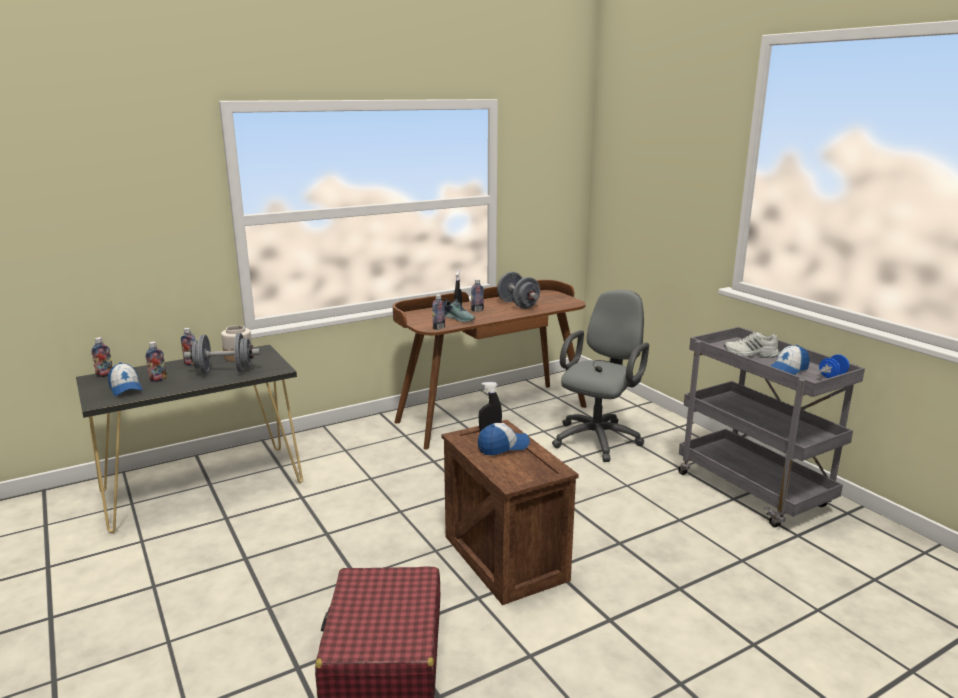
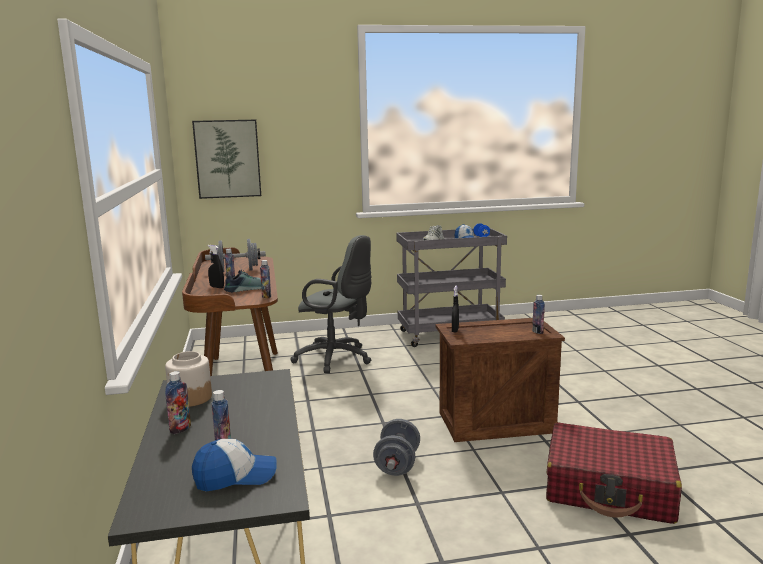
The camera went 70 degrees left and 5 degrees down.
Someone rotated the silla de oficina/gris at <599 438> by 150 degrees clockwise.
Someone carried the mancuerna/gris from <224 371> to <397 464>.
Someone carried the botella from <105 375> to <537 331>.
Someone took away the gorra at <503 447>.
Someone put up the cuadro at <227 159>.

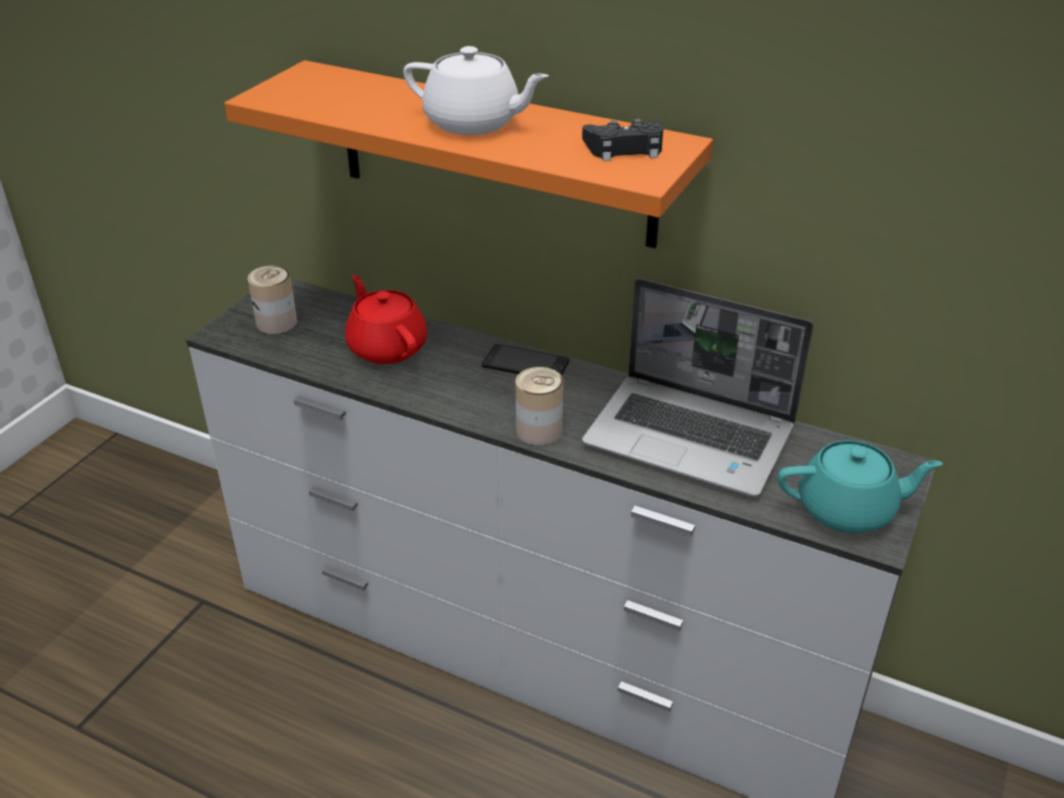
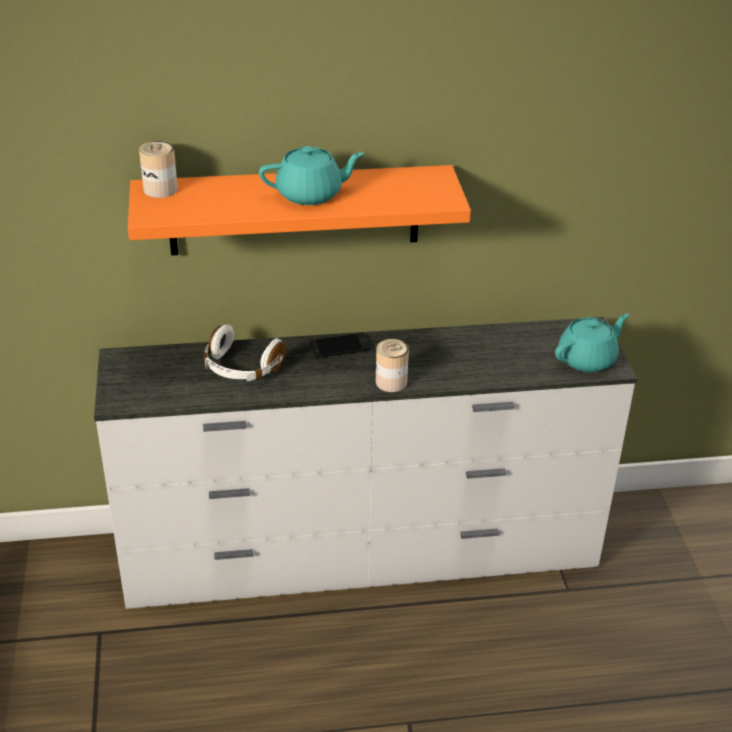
The camera went 35 degrees left and 0 degrees up.
Someone repainted the tetera/blanco at <473 123>, which became the tetera/turquesa at <310 194>.
Someone took away the mando de consola/negro at <625 148>.
Someone carried the lata from <276 322> to <160 189>.
Someone swapped the tetera/rojo at <387 347> for the auriculares/blanco at <241 368>.
Someone took away the portátil at <692 437>.

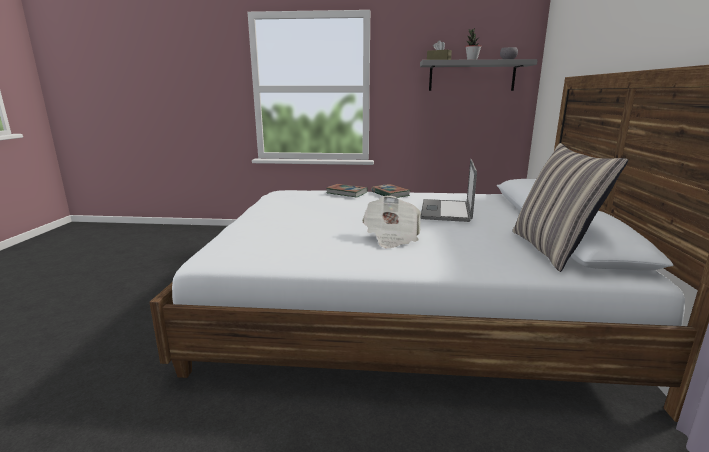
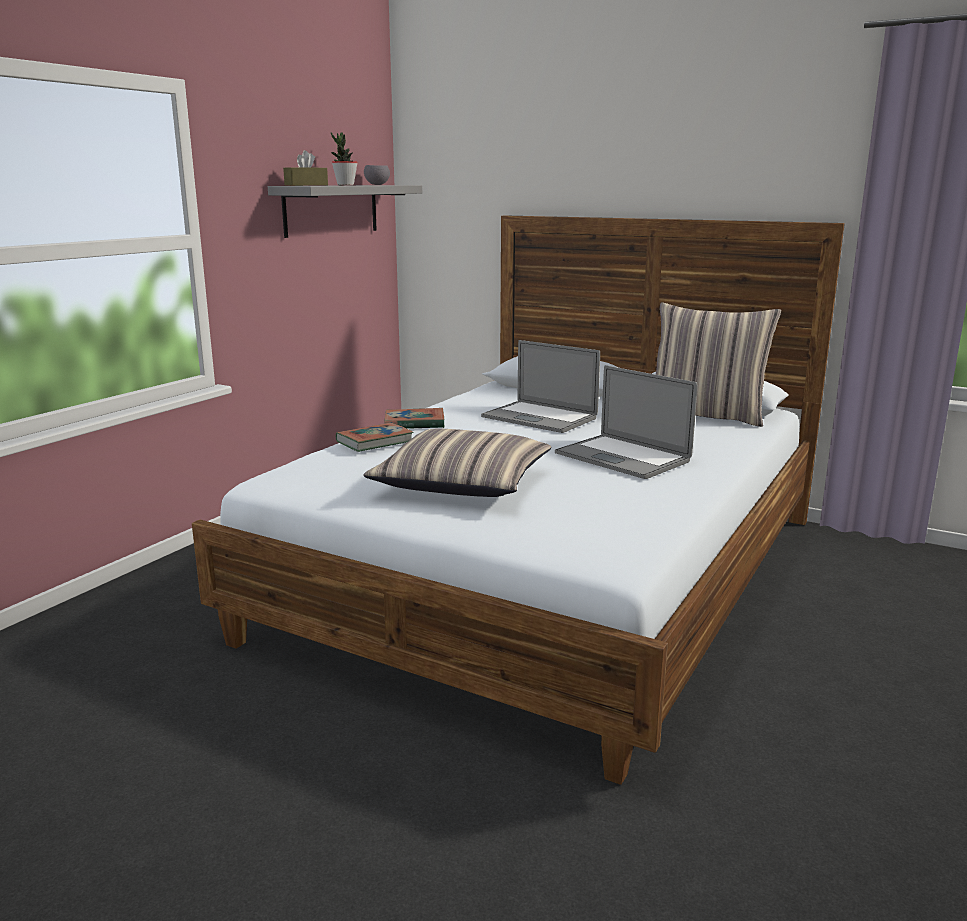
The camera went 65 degrees left and 0 degrees up.
Someone swapped the periódico at <391 237> for the portátil at <622 457>.
Someone put down the cojín at <462 483>.

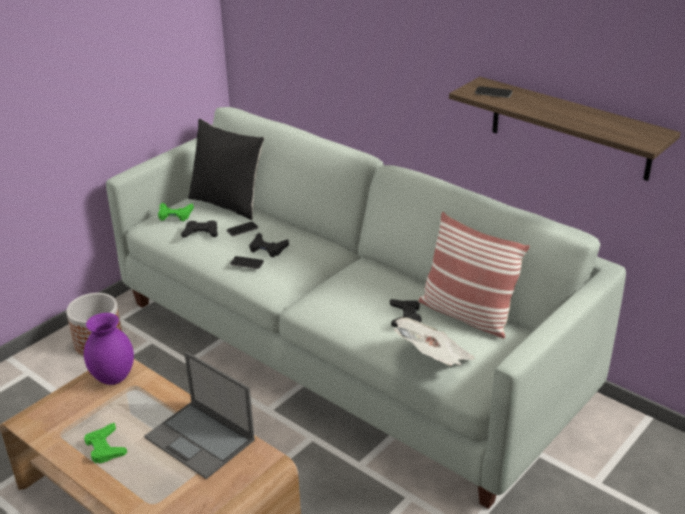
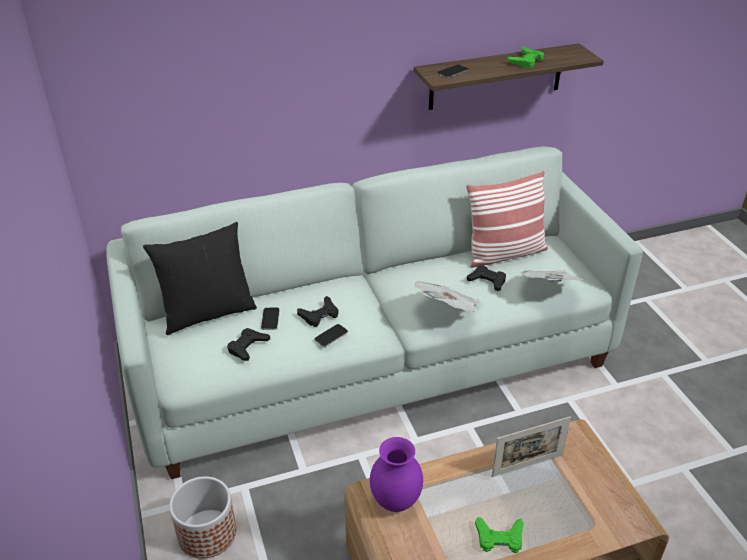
The camera went 60 degrees left and 5 degrees up.
Someone carried the mando de consola/verde from <175 215> to <526 61>.
Someone swapped the portátil at <201 439> for the portarretratos at <527 465>.
Someone put down the periódico at <449 310>.

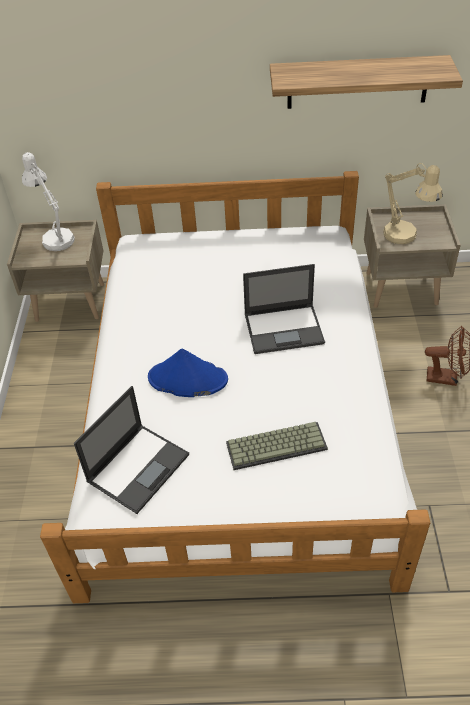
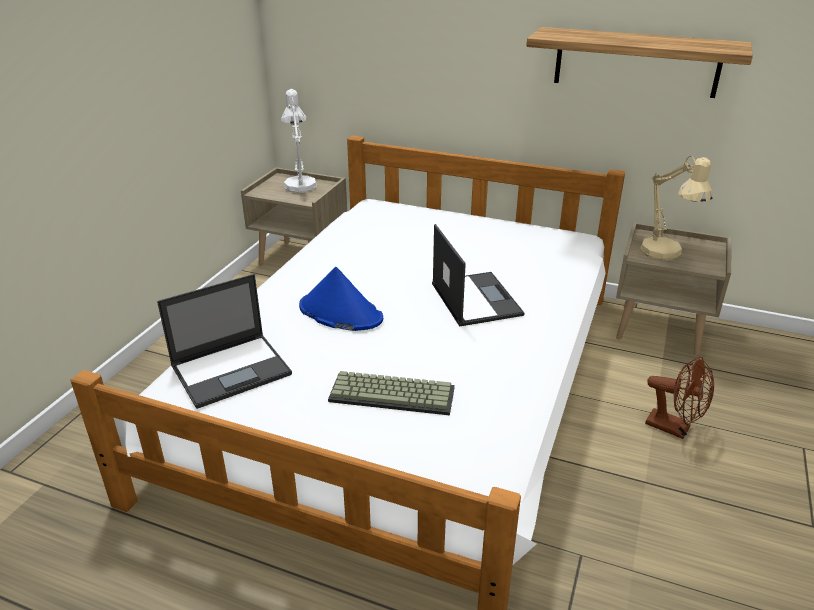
The camera went 20 degrees right and 15 degrees down.
Someone rotated the portátil at <284 328> by 120 degrees counterclockwise.

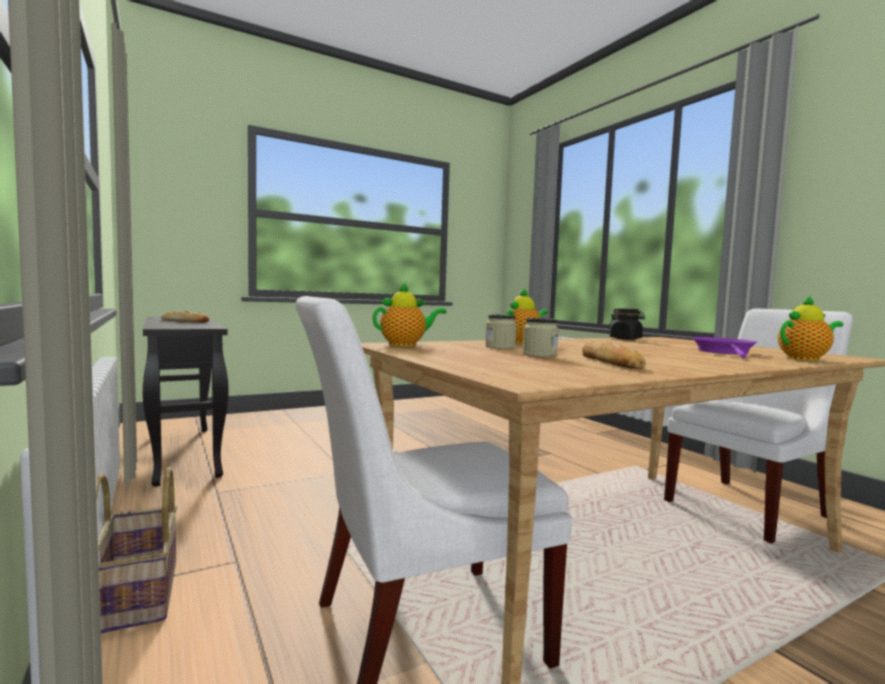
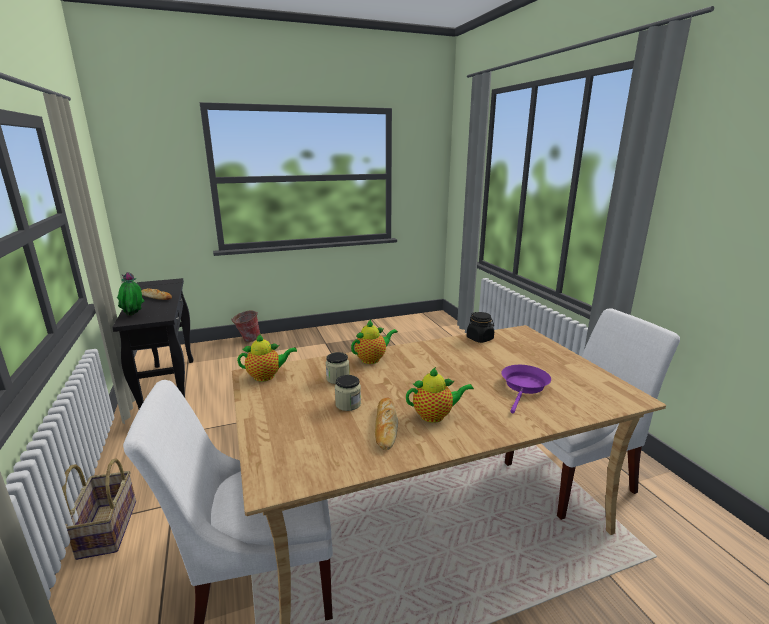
The camera went 10 degrees right and 15 degrees up.
Someone carried the tetera from <805 359> to <435 416>.
Someone put down the planta en maceta at <134 315>.
Someone put down the cubo at <247 340>.

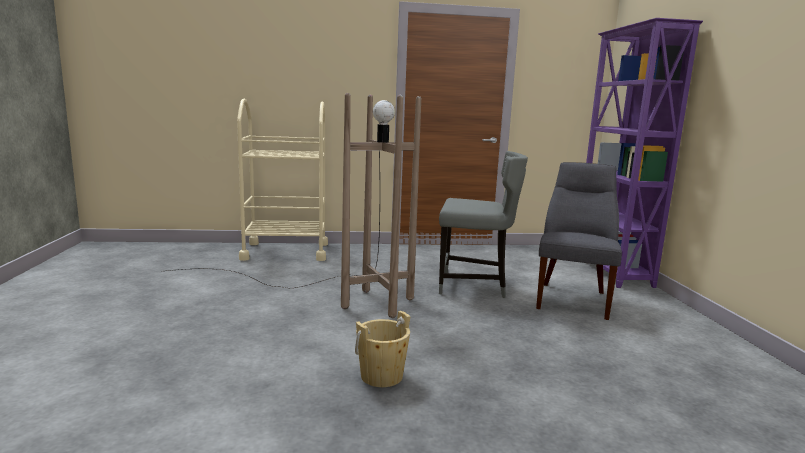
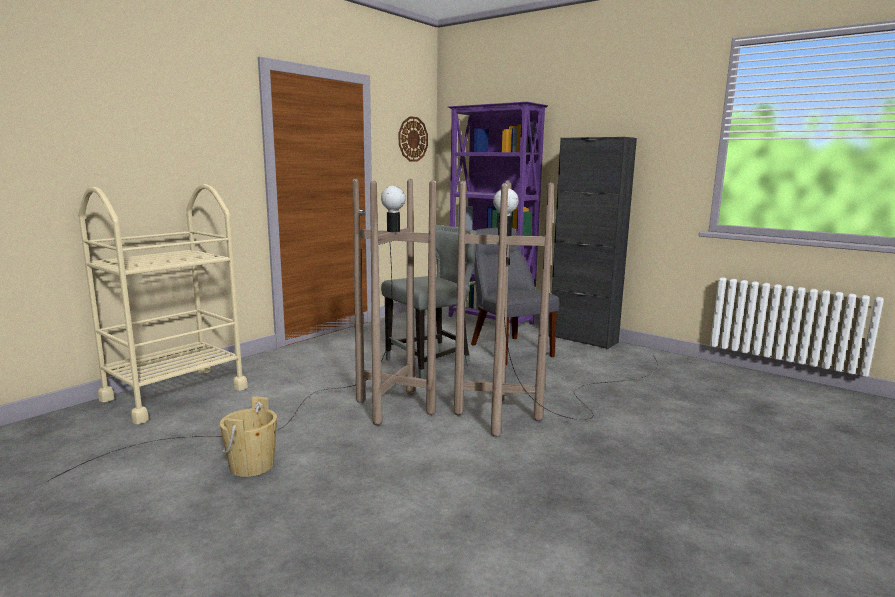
The camera went 45 degrees left and 0 degrees up.
Someone carried the cubo/beis from <381 376> to <252 465>.
Someone put up the reloj de pared at <412 139>.
Someone put down the armario/negro at <583 339>.
Someone put down the lámpara de pie/marrón at <553 404>.

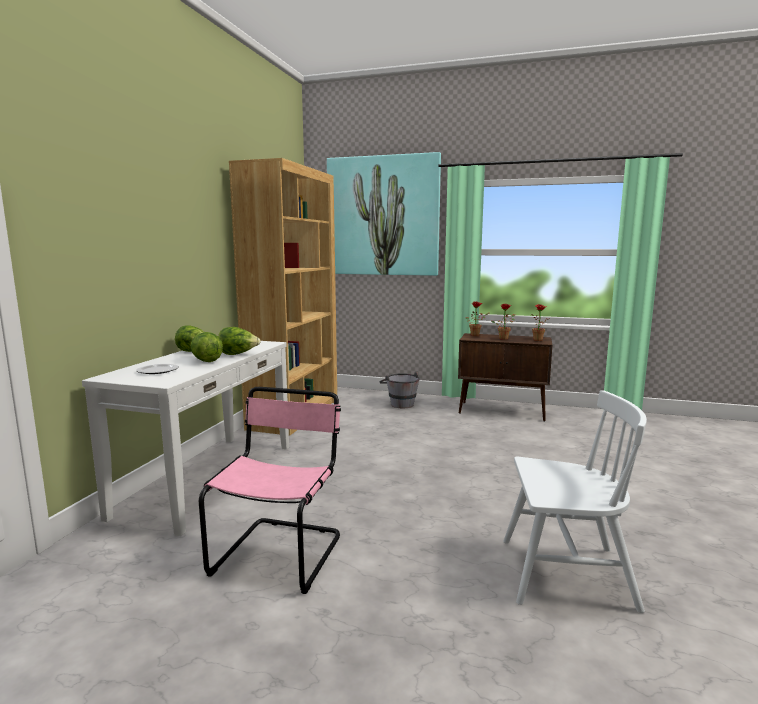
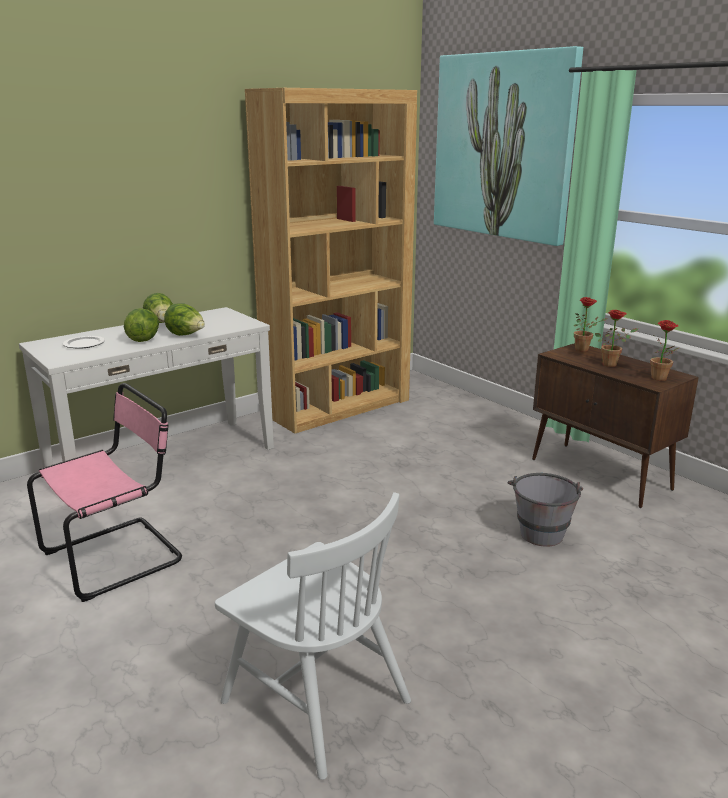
The camera went 35 degrees right and 10 degrees up.
Someone carried the cubo/gris from <400 403> to <540 530>.

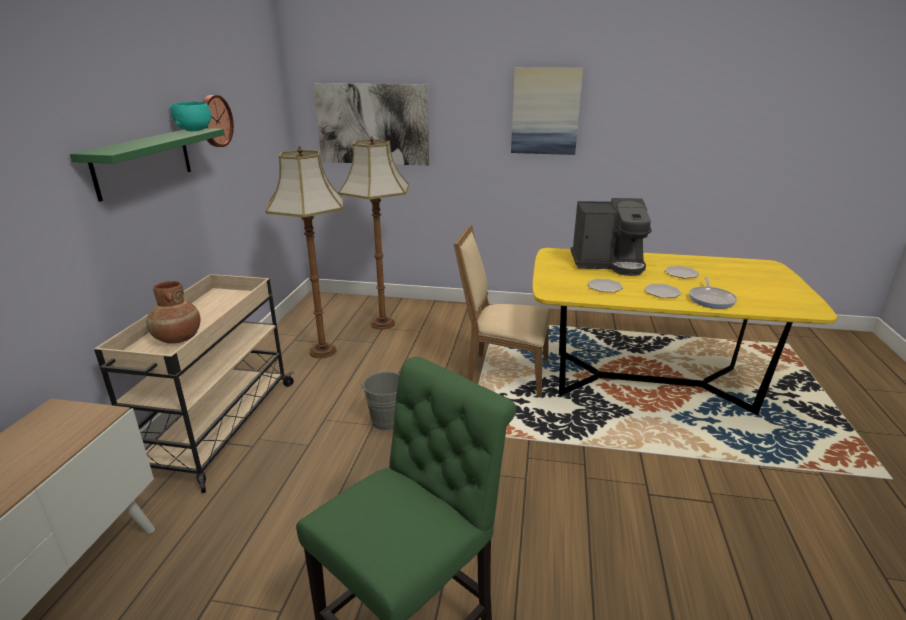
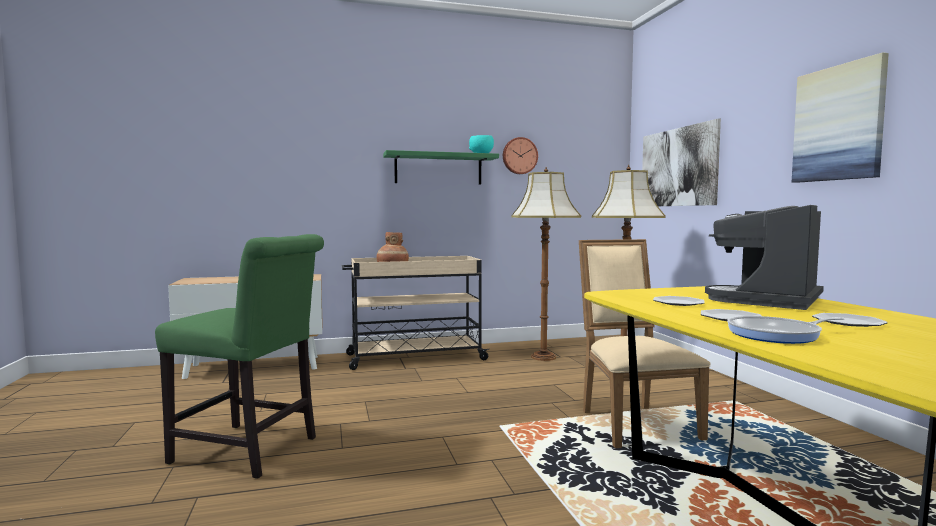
The camera went 65 degrees right and 20 degrees down.
Someone rotated the cafetera at <608 263> by 60 degrees clockwise.
Someone took away the cubo/gris at <387 423>.

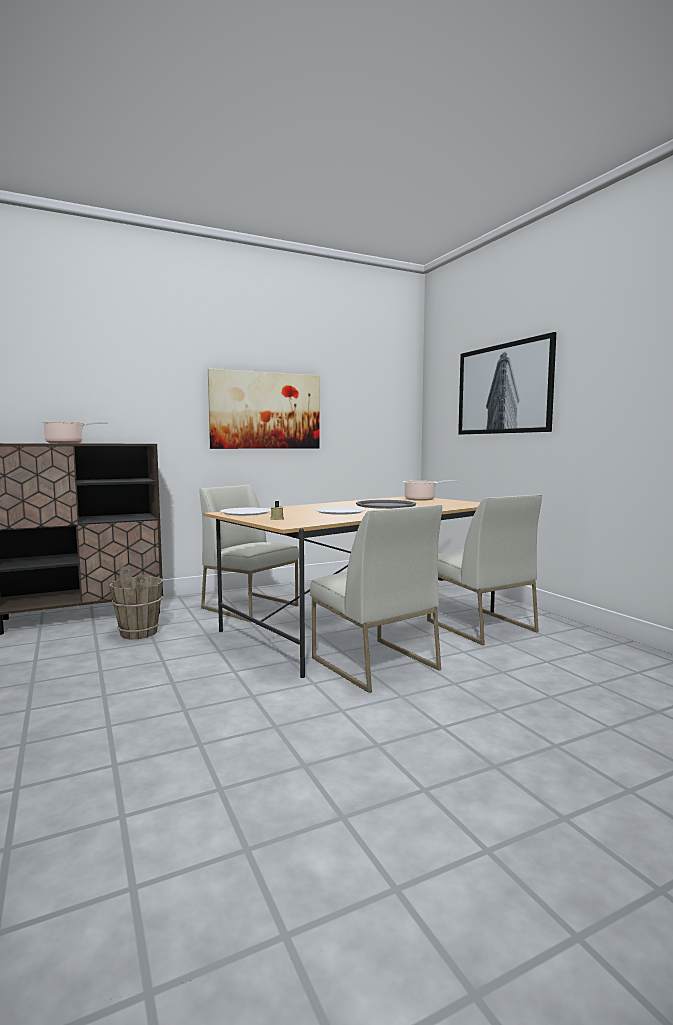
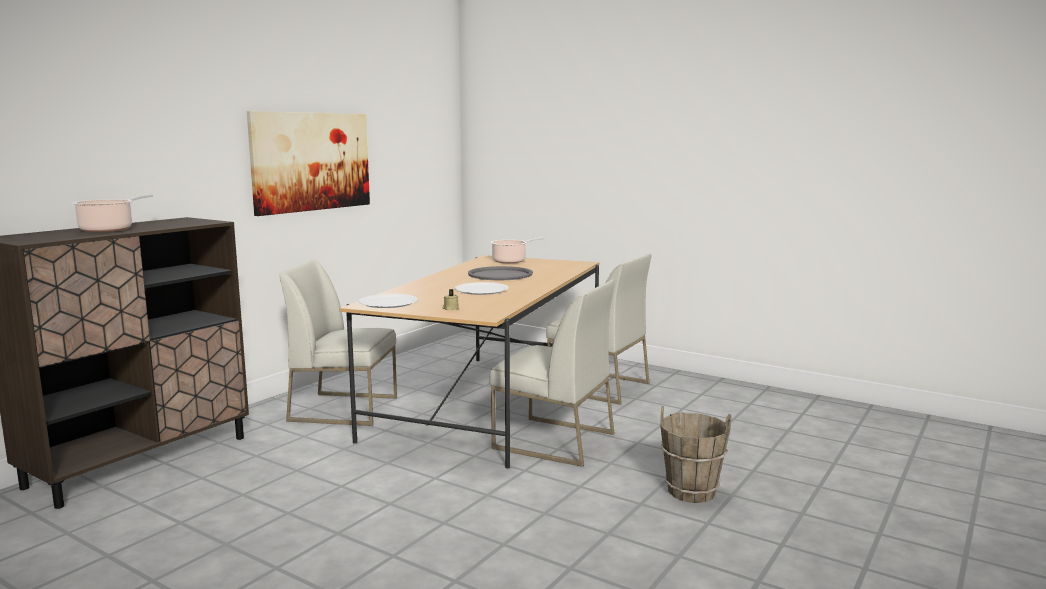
The camera went 30 degrees left and 5 degrees up.
Someone took away the cuadro at <503 389>.
Someone carried the cubo/marrón from <139 633> to <691 491>.

